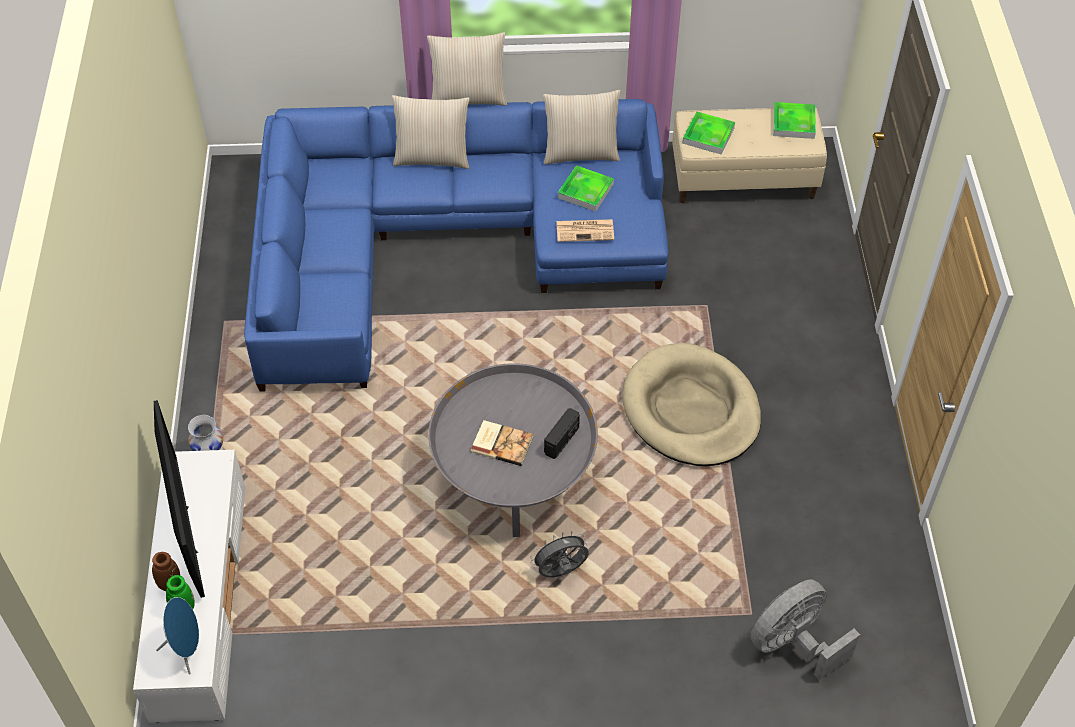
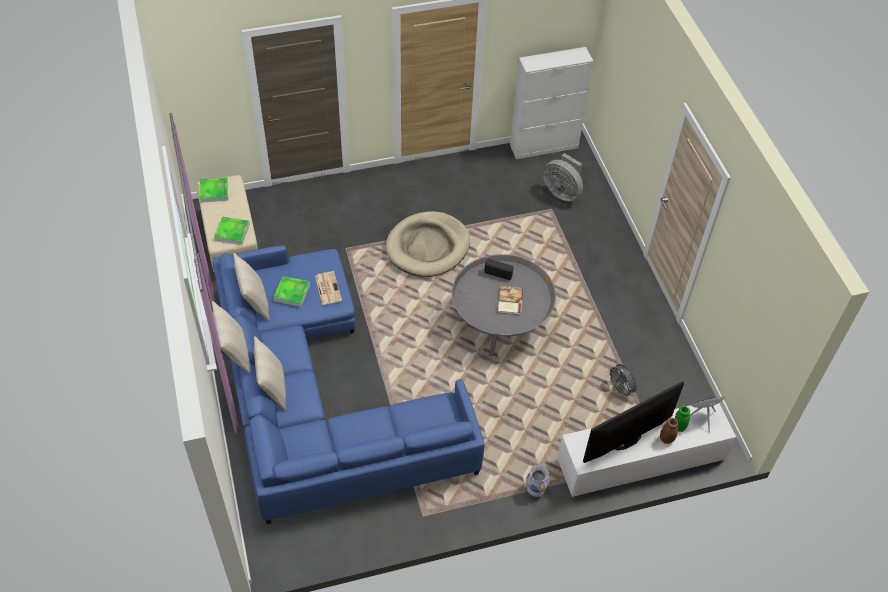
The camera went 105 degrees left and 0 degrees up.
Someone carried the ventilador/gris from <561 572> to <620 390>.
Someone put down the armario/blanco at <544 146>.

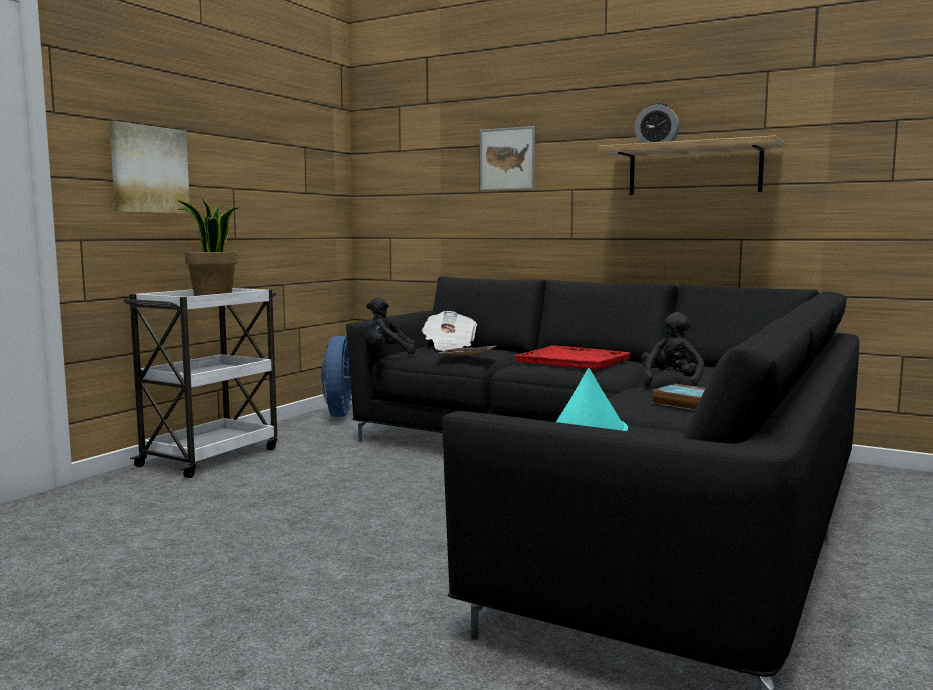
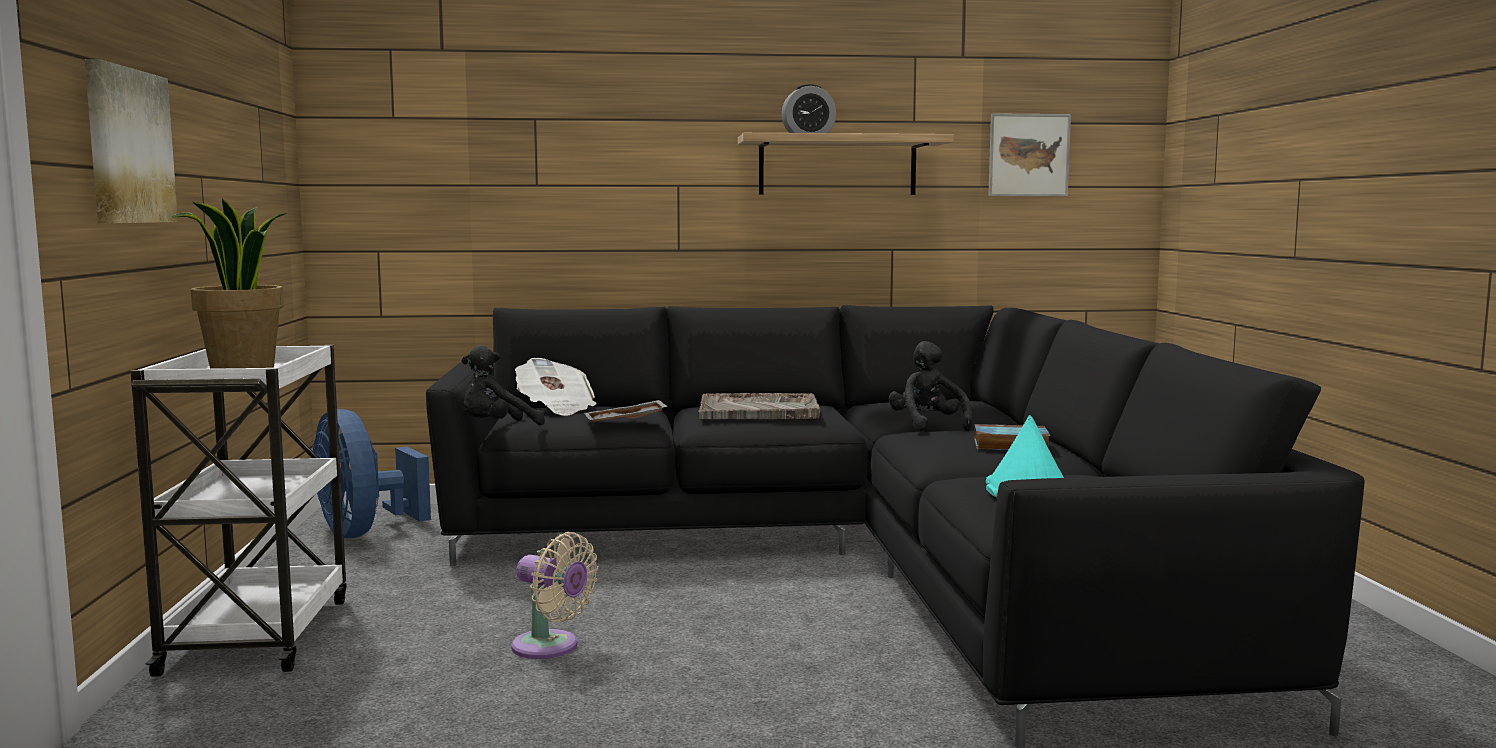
The camera went 35 degrees left and 0 degrees up.
Someone carried the cuadro from <507 159> to <1028 155>.
Someone repainted the bandeja/rojo at <573 360>, which became the bandeja/gris at <760 410>.
Someone put down the ventilador/beis at <550 647>.

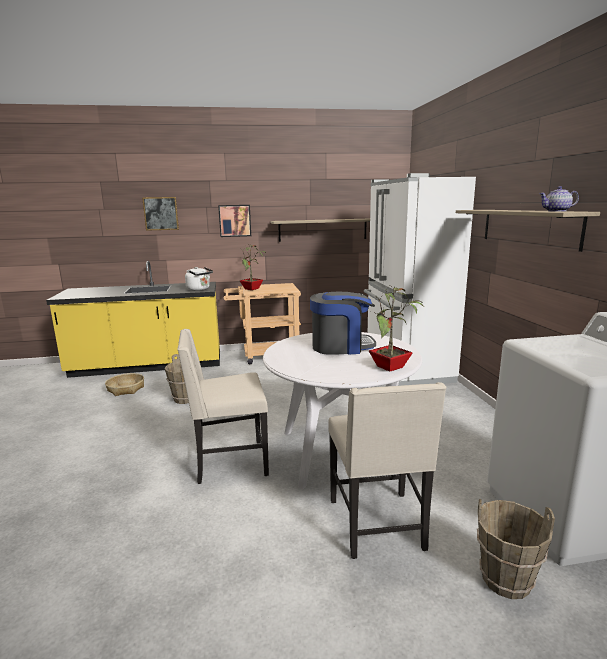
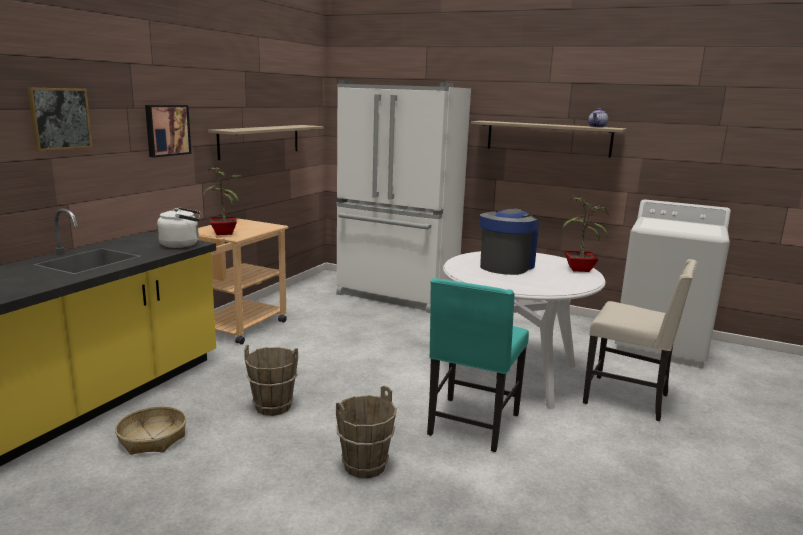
The camera went 55 degrees left and 0 degrees up.
Someone repainted the silla/beis at <229 463>, which became the silla/turquesa at <471 425>.
Someone carried the cubo/marrón from <506 580> to <365 466>.

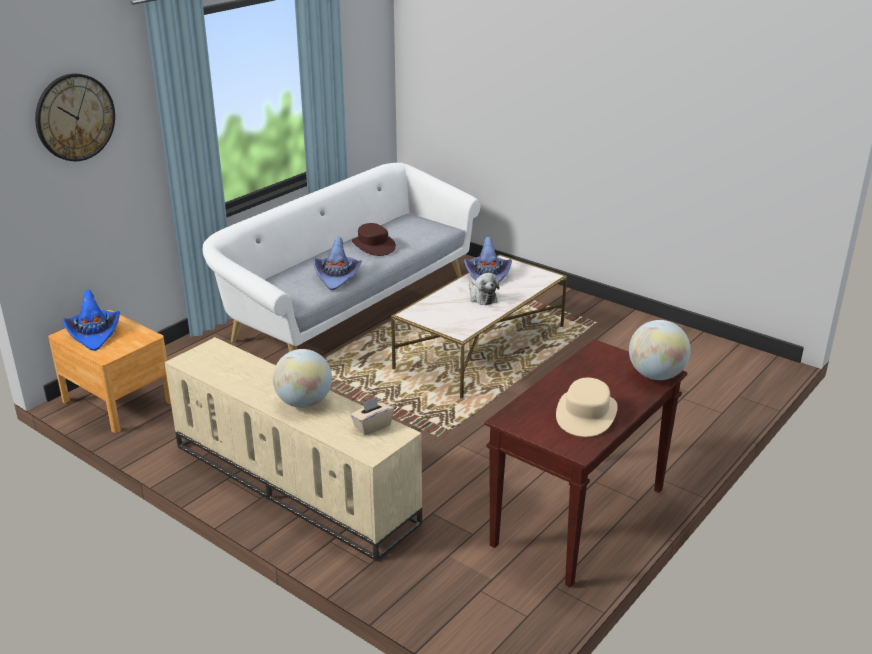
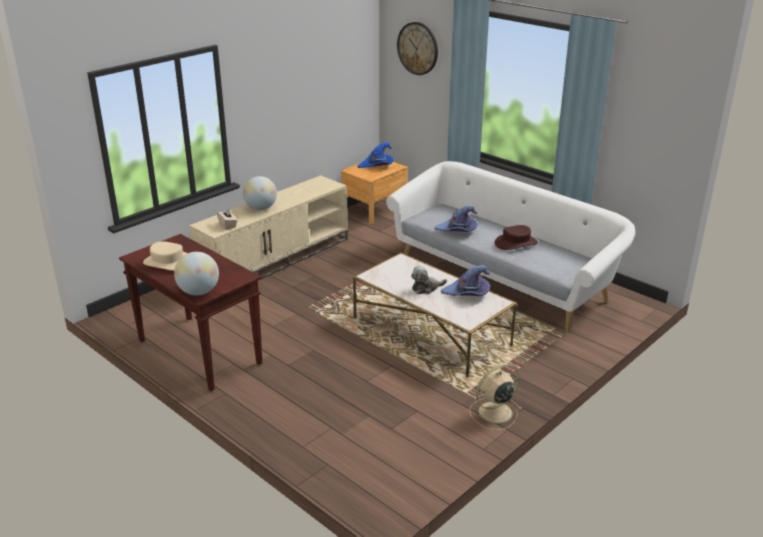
The camera went 95 degrees right and 0 degrees up.
Someone put down the ventilador/beis at <494 413>.

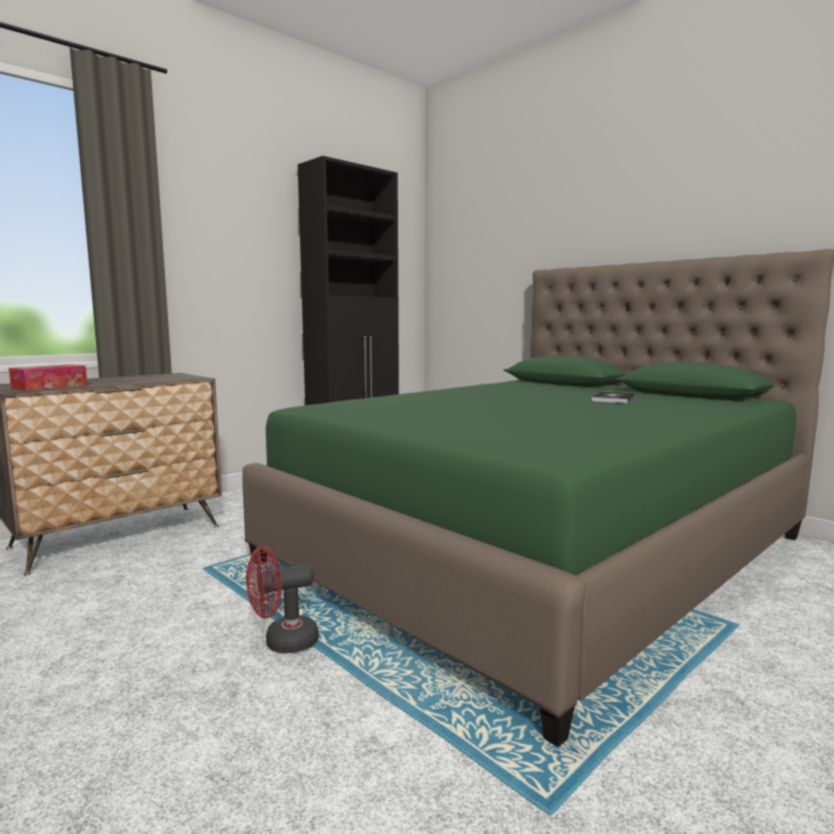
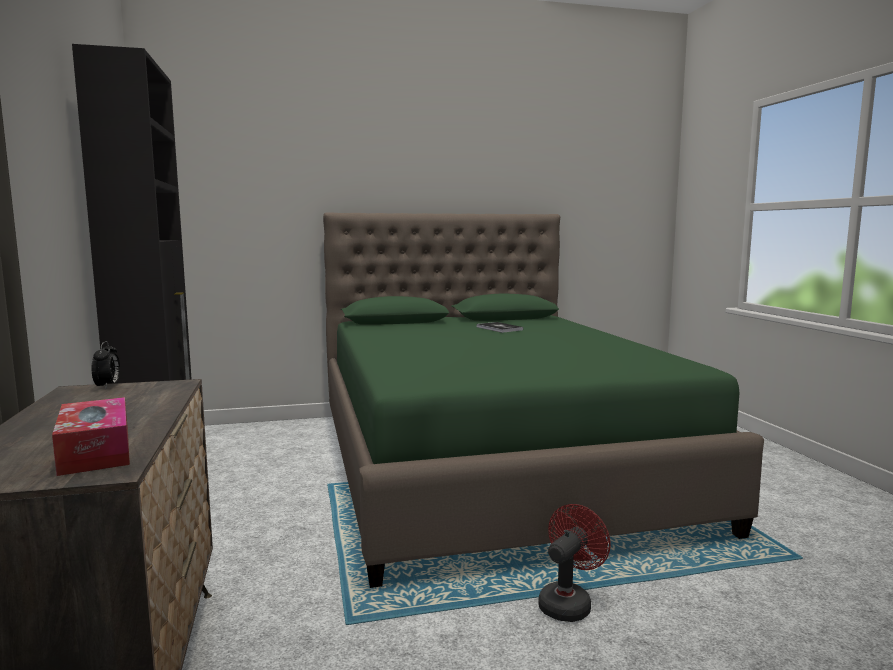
The camera went 60 degrees left and 0 degrees up.
Someone rotated the ventilador/rojo at <282 642> by 150 degrees counterclockwise.
Someone put down the despertador at <108 386>.

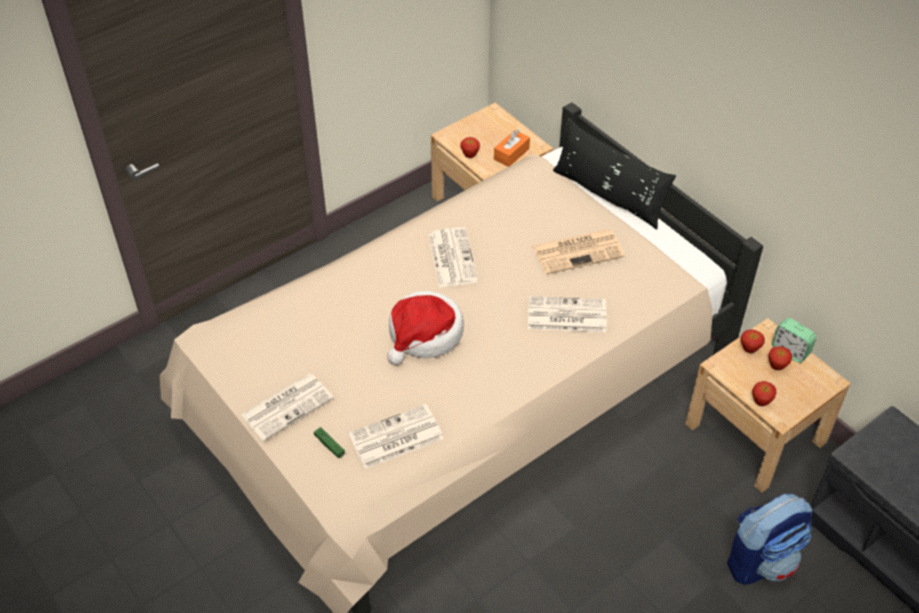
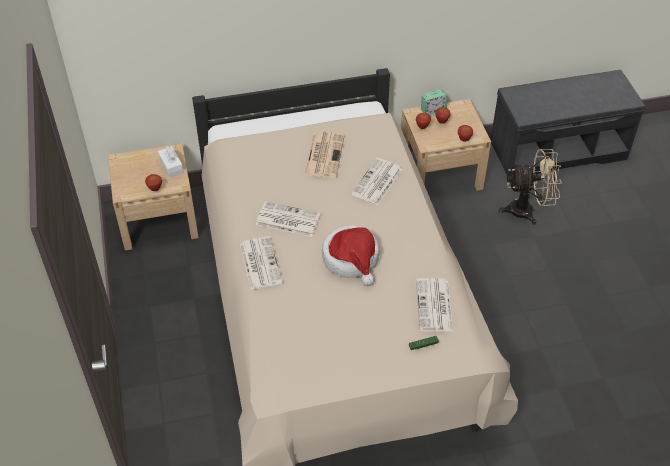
The camera went 65 degrees left and 0 degrees up.
Someone took away the cojín/negro at <608 195>.
Someone repainted the caja de pañuelos/naranja at <511 154>, which became the caja de pañuelos/blanco at <171 166>.
Someone carried the periódico from <287 406> to <260 263>.
Someone swapped the mochila at <761 560> for the ventilador/beis at <527 210>.

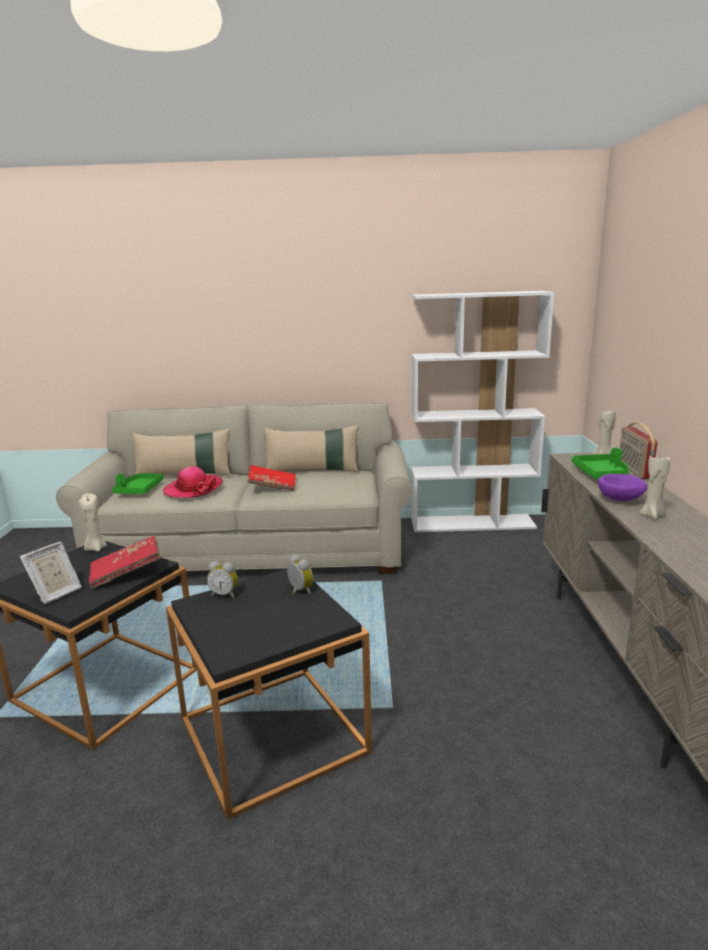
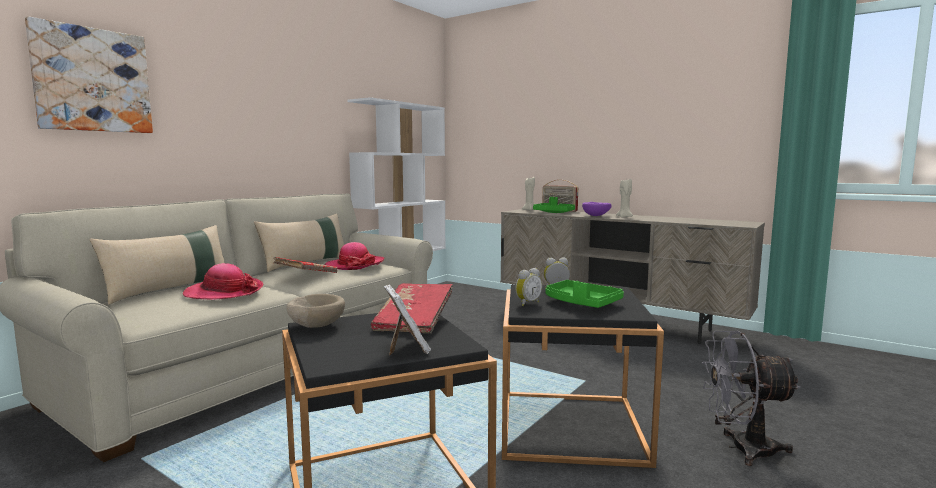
The camera went 55 degrees left and 10 degrees down.
Someone carried the bandeja/verde from <139 490> to <581 303>.
Someone swapped the vela/beis at <95 548> for the cuenco/beis at <316 325>.
Someone put up the cuadro at <92 80>.
Someone put down the sombrero at <355 265>.
Someone put down the ventilador/gris at <741 448>.

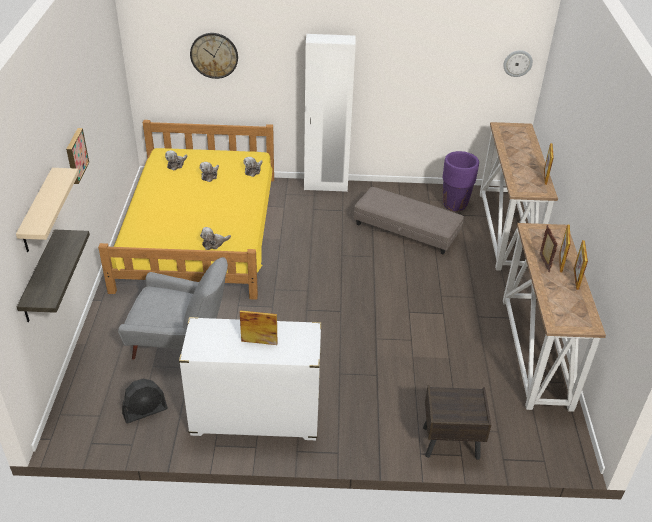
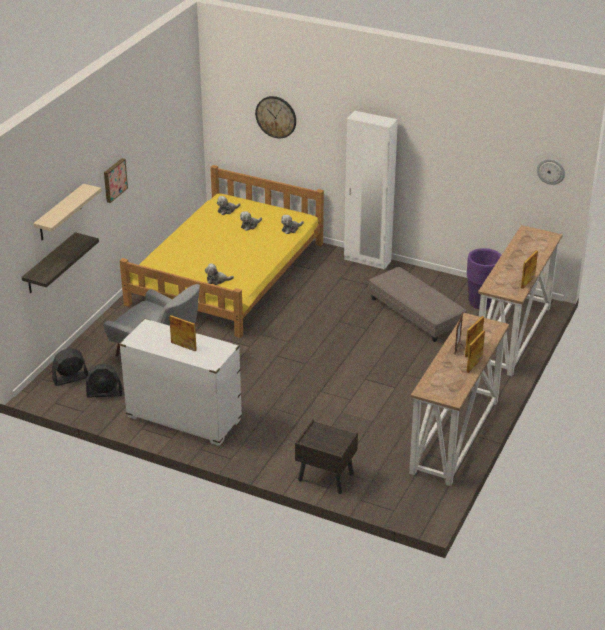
The camera went 25 degrees right and 5 degrees down.
Someone put down the ventilador/negro at <70 378>.

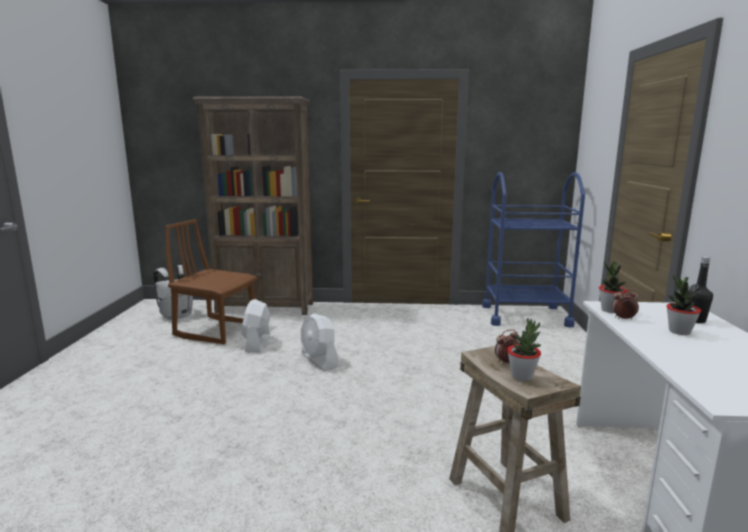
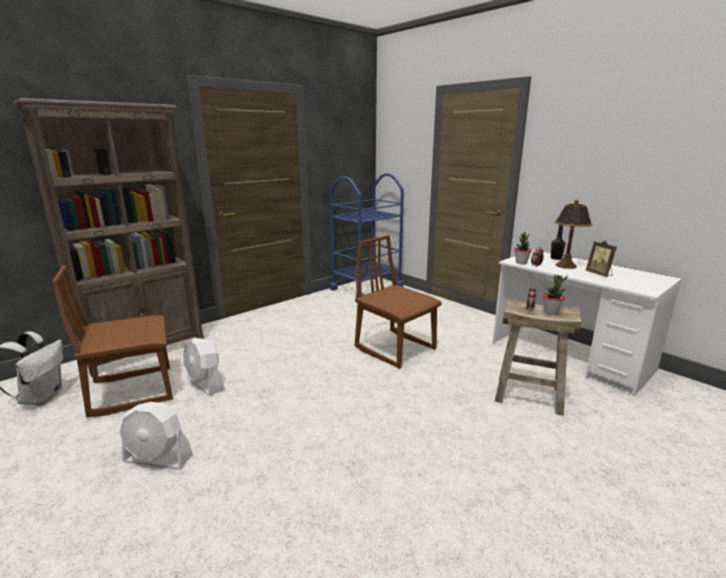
The camera went 45 degrees left and 5 degrees up.
Someone swapped the planta en maceta at <679 331> for the lámpara de mesa at <566 265>.
Someone carried the ventilador/blanco from <319 360> to <158 458>.
Someone put down the silla/marrón at <395 348>.
Someone put down the portarretratos at <599 274>.

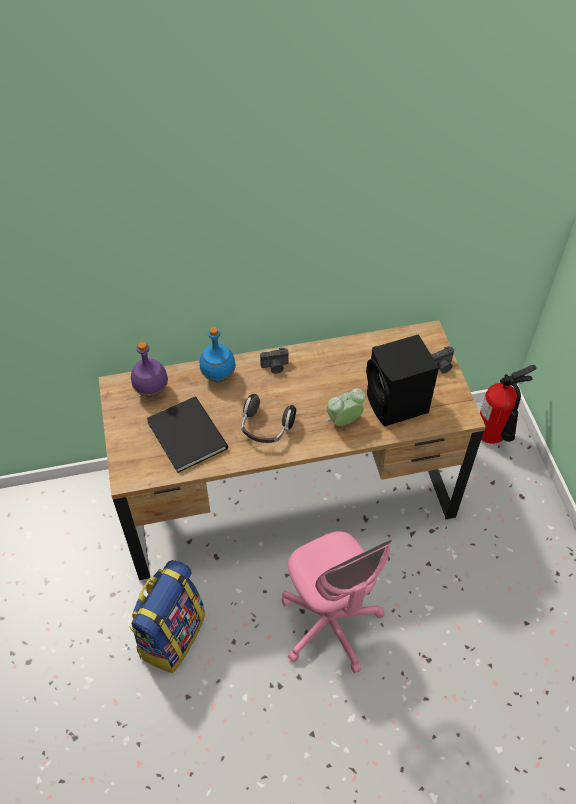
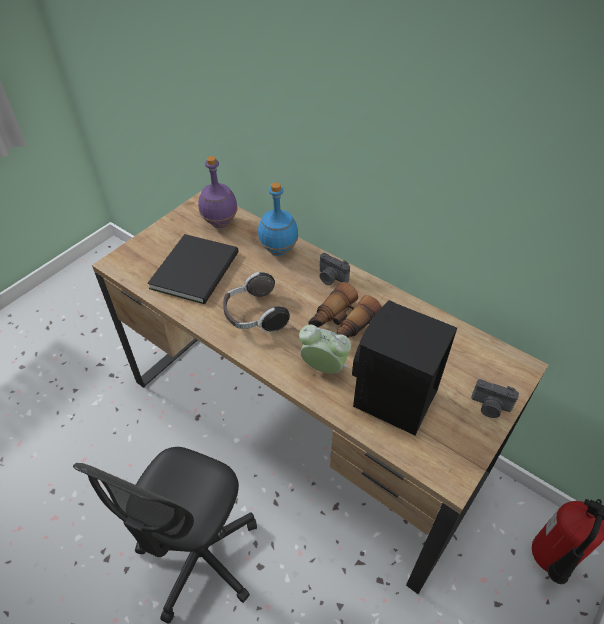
The camera went 50 degrees right and 5 degrees down.
Someone repainted the silla de oficina/rosa at <330 624>, which became the silla de oficina/negro at <200 557>.
Someone took away the mochila at <171 634>.
Someone put down the prismáticos at <341 323>.

